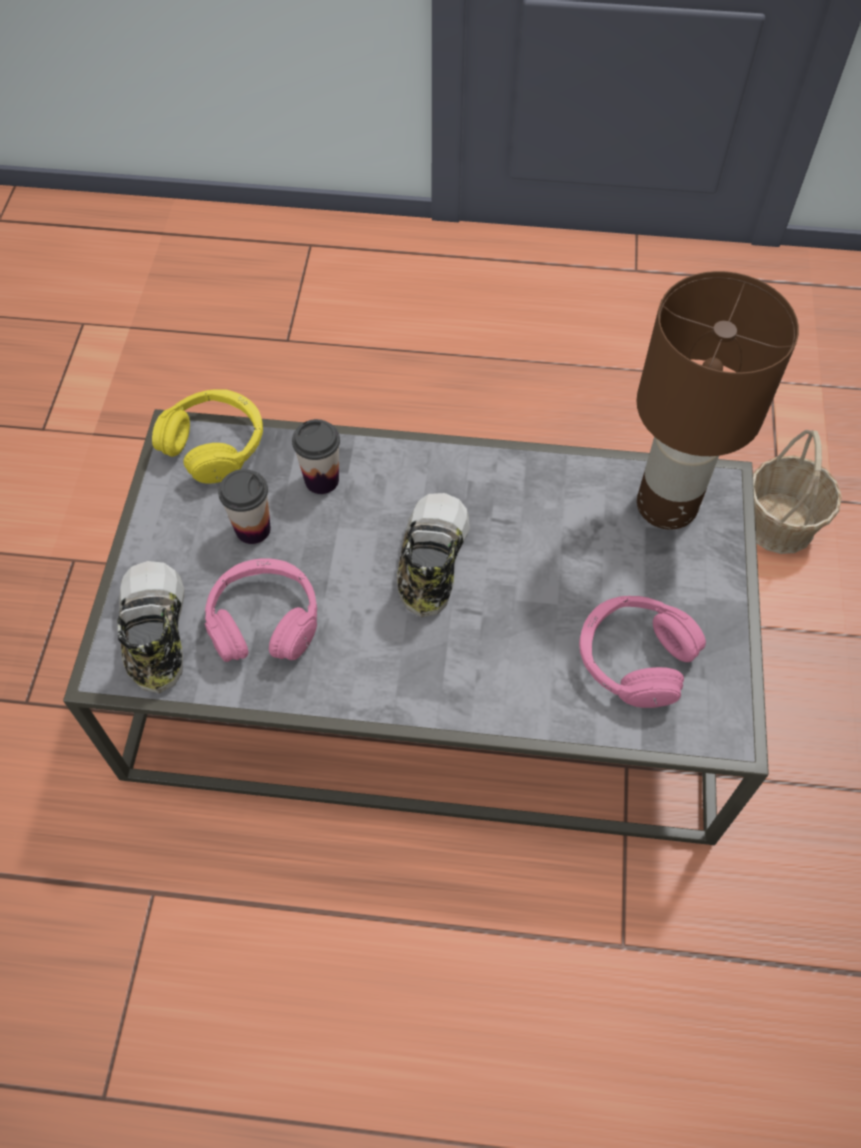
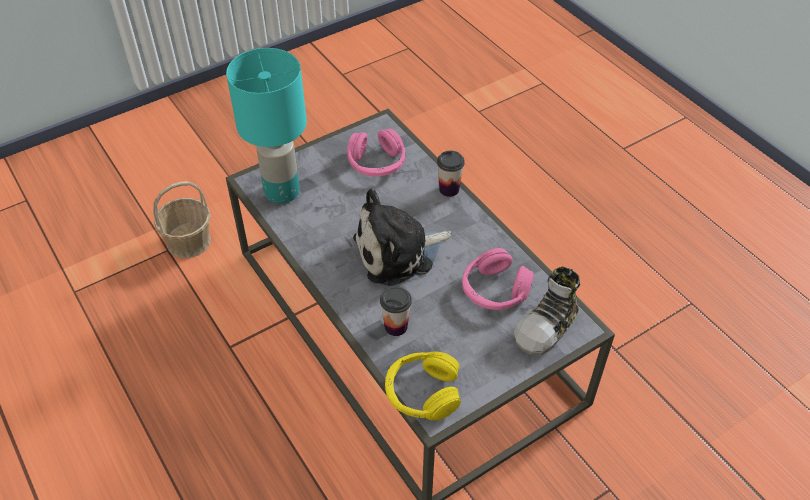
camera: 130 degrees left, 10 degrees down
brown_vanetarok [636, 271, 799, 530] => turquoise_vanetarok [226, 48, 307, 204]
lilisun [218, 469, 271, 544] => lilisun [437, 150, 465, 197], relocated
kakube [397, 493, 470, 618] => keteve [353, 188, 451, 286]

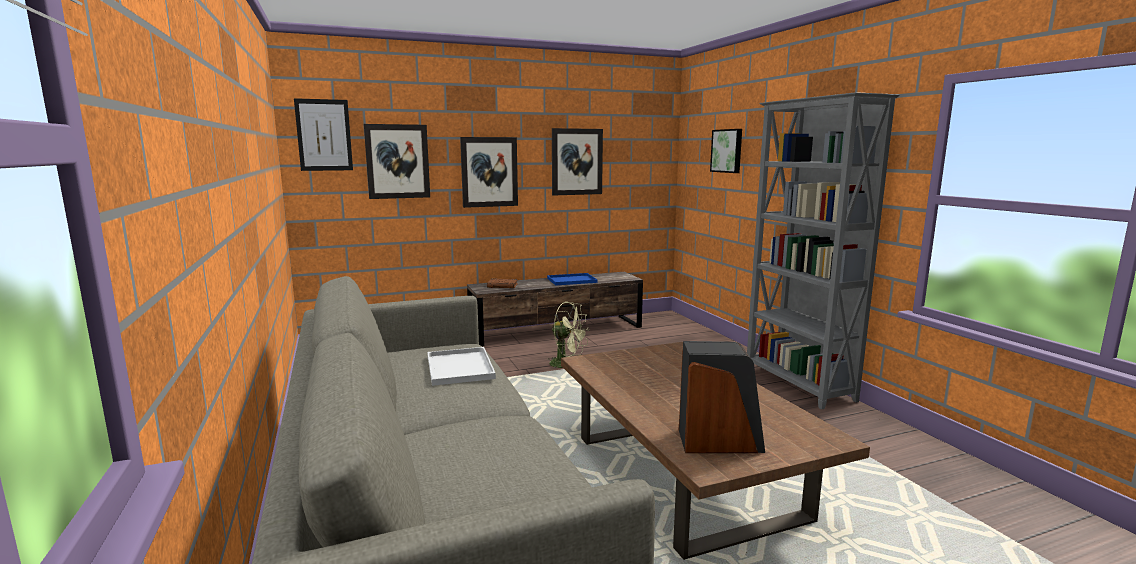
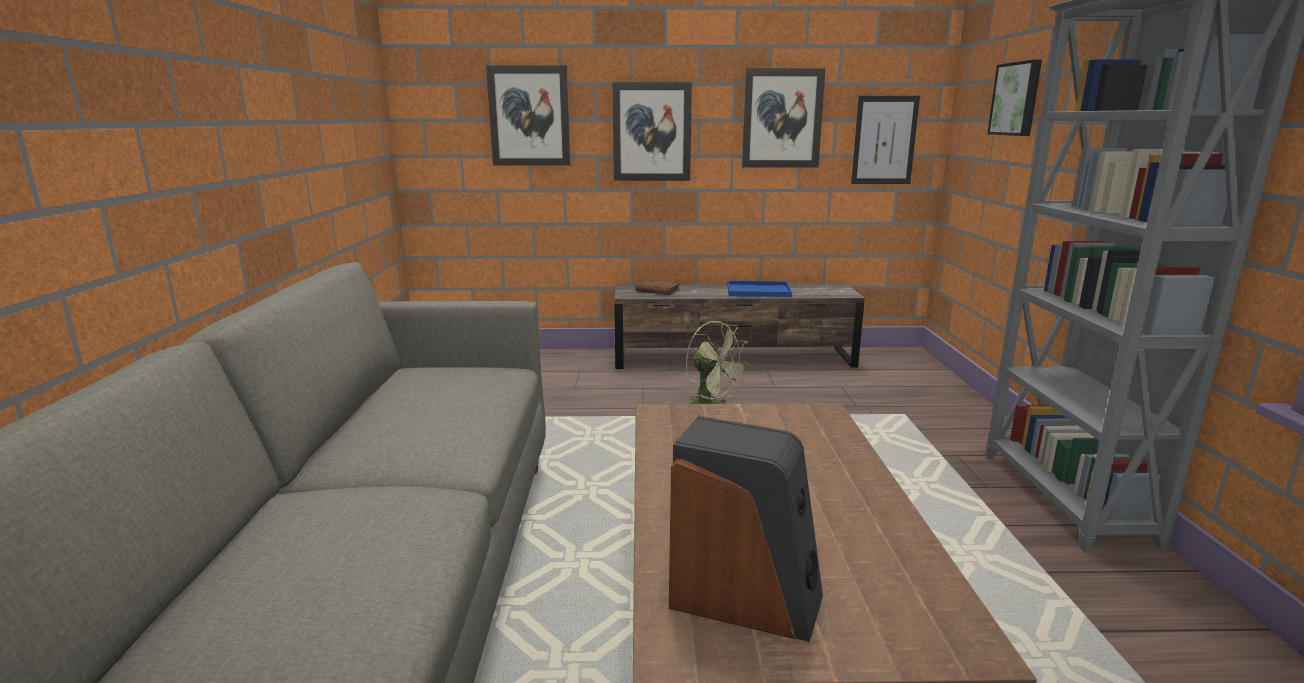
camera: 20 degrees right, 5 degrees up
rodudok [294, 98, 353, 171] => rodudok [851, 96, 920, 184], relocated
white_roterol [427, 347, 496, 386] => nothing

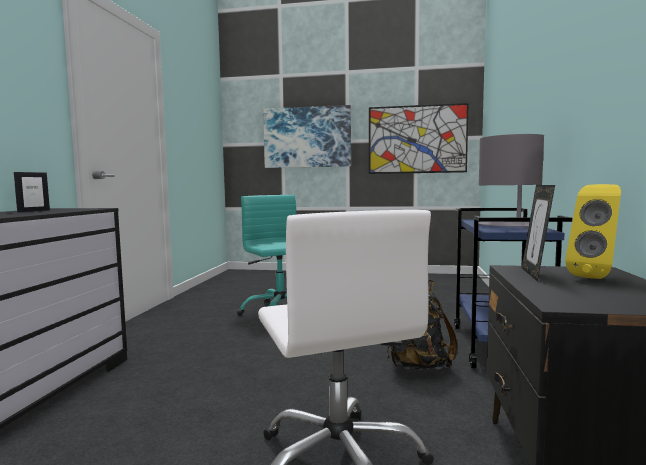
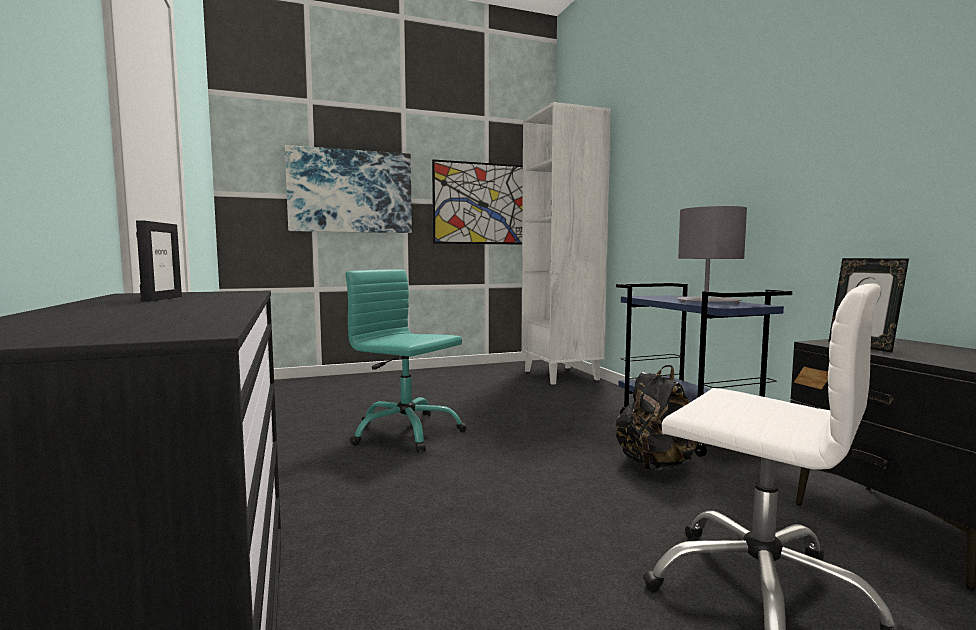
camera: 30 degrees left, 0 degrees up
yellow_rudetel [565, 184, 621, 279] => nothing
nothing => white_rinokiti [521, 102, 611, 385]

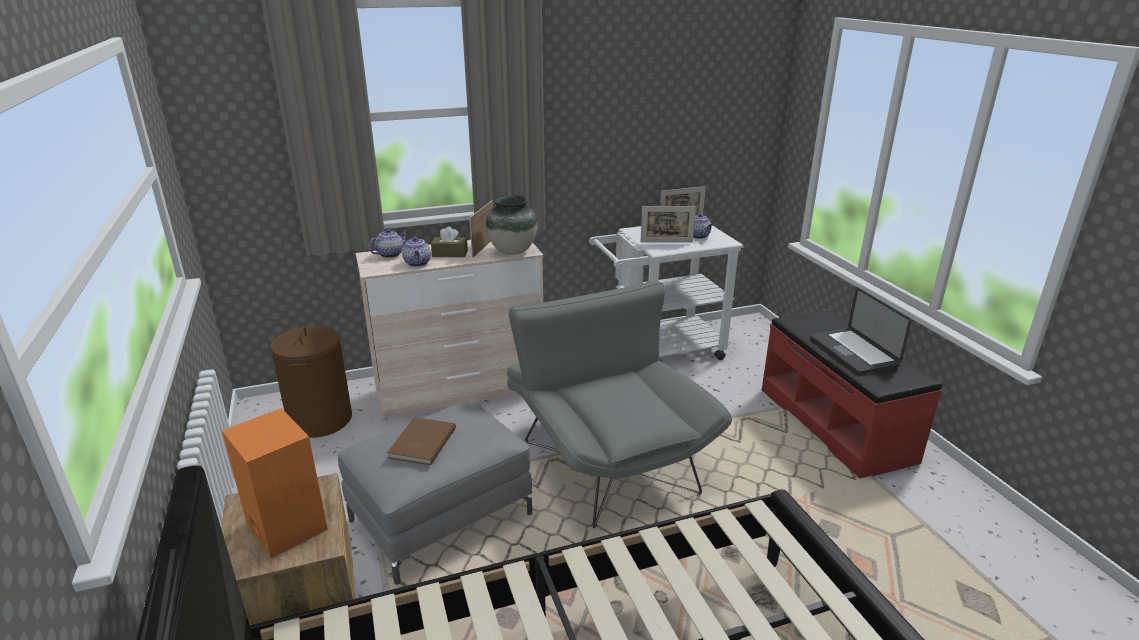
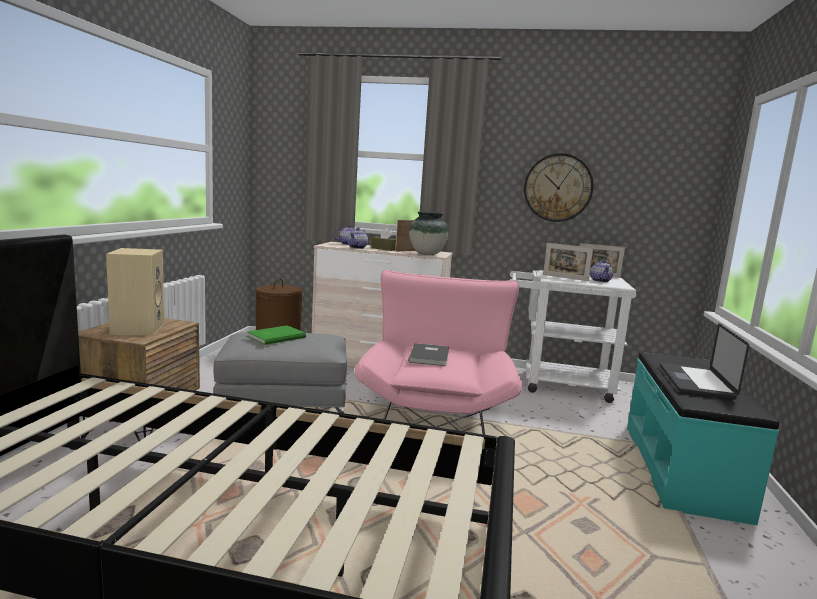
camera: 30 degrees right, 15 degrees down
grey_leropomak [507, 280, 732, 528] => pink_leropomak [354, 270, 523, 435]
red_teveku [762, 309, 942, 479] => turquoise_teveku [627, 352, 779, 525]
orange_rudetel [222, 408, 328, 558] => beige_rudetel [106, 248, 165, 335]
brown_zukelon [387, 417, 456, 465] => green_zukelon [247, 325, 306, 345]
nothing => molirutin [524, 153, 593, 222]
nothing => grey_zukelon [408, 343, 449, 366]

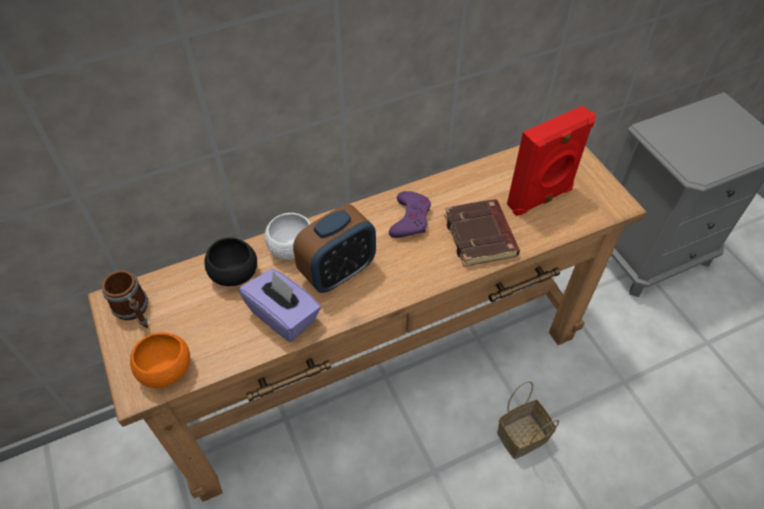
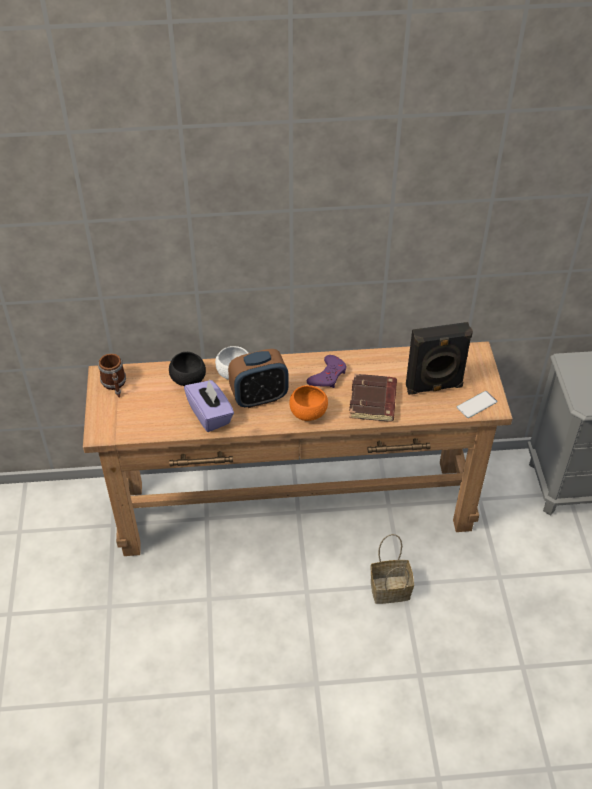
camera: 20 degrees right, 5 degrees down
red_rudetel [507, 105, 596, 216] => black_rudetel [406, 322, 473, 395]
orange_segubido [130, 332, 190, 388] => orange_segubido [289, 385, 328, 421], relocated
nothing => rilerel [457, 391, 497, 418]

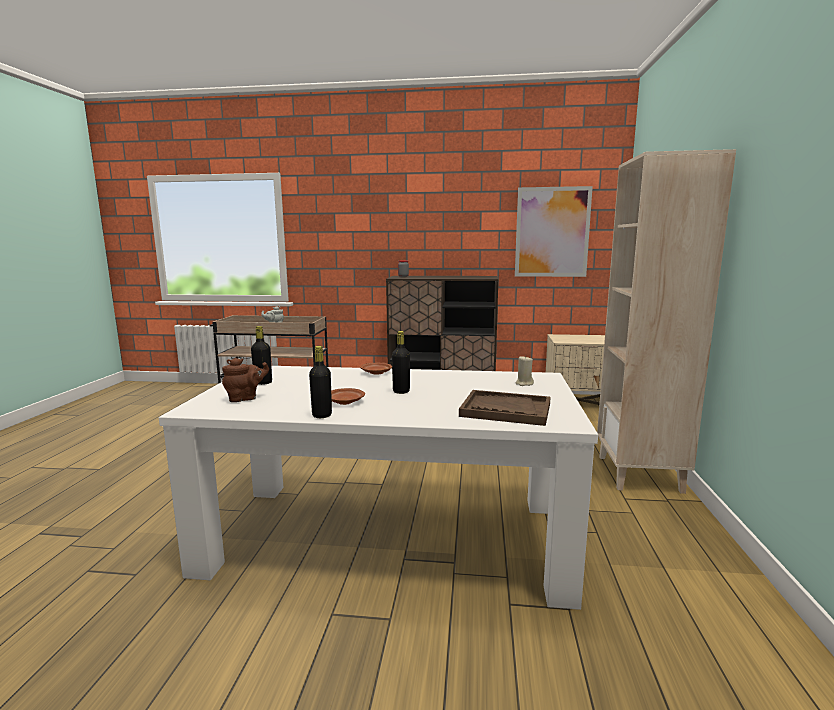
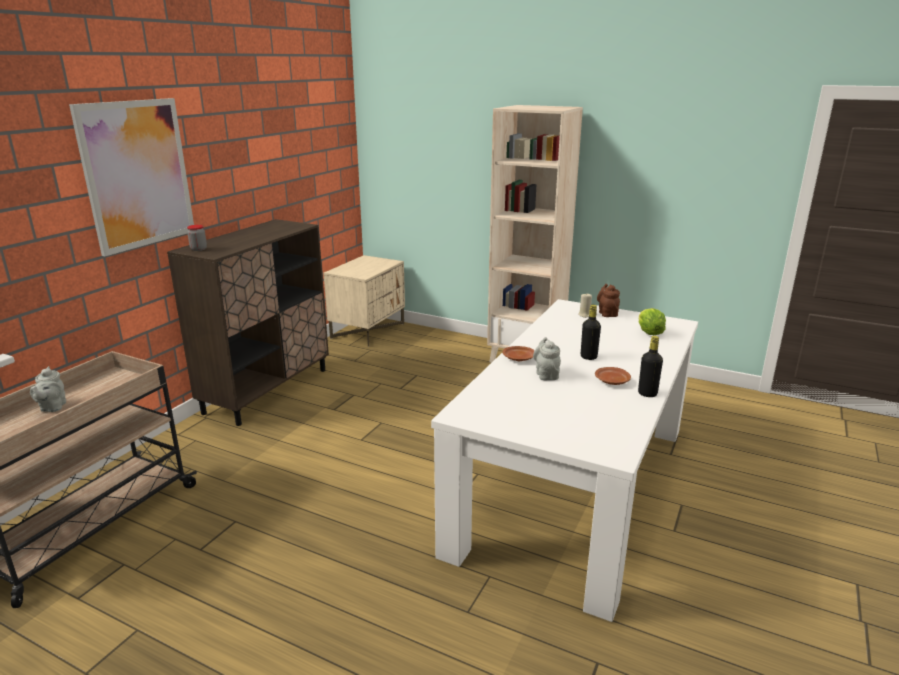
camera: 70 degrees left, 10 degrees up
rodudok [515, 186, 593, 277] => rodudok [69, 98, 194, 256], relocated
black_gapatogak [251, 326, 272, 385] => nothing
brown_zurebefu [222, 358, 269, 402] => brown_zurebefu [597, 284, 620, 317], relocated
brown_roterol [459, 390, 551, 426] => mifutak [639, 308, 666, 335]
nothing => grey_zurebefu [533, 337, 561, 380]

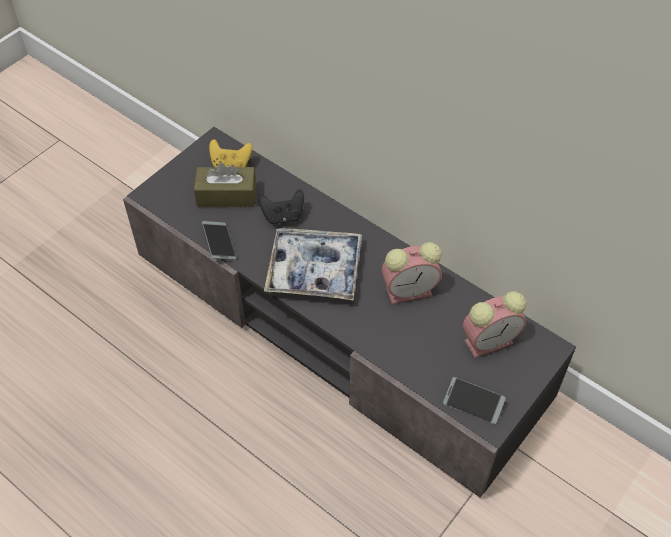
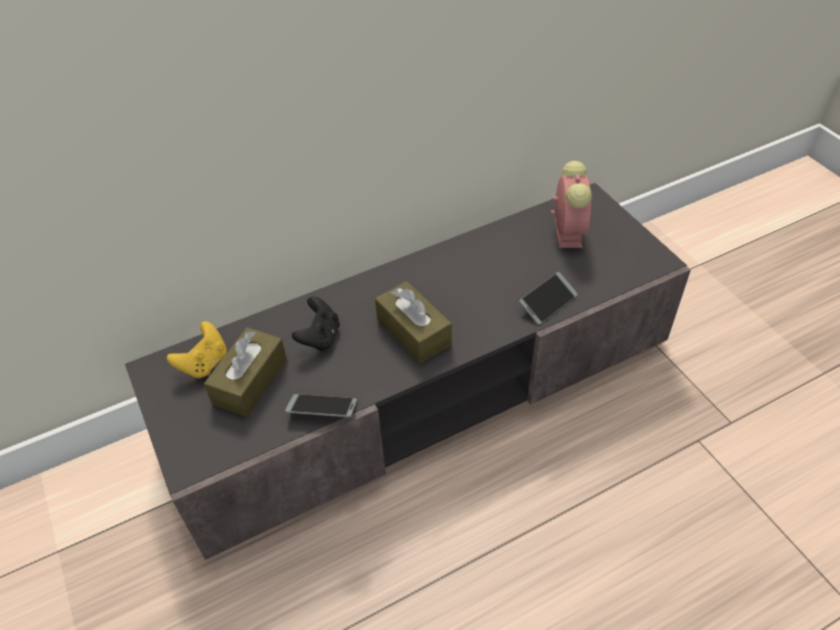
camera: 65 degrees left, 5 degrees down
roterol [264, 228, 362, 301] => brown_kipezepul [375, 281, 452, 364]
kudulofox [382, 242, 442, 304] => nothing
rilerel [443, 377, 506, 424] => rilerel [519, 272, 578, 325], relocated

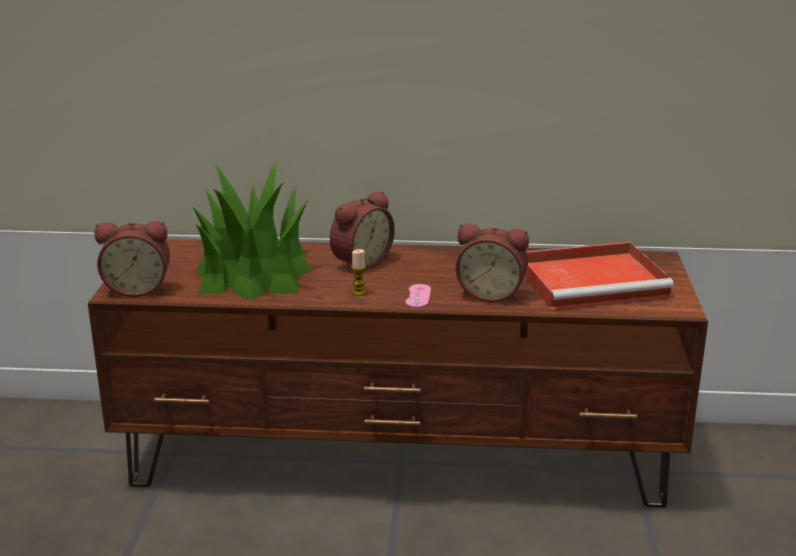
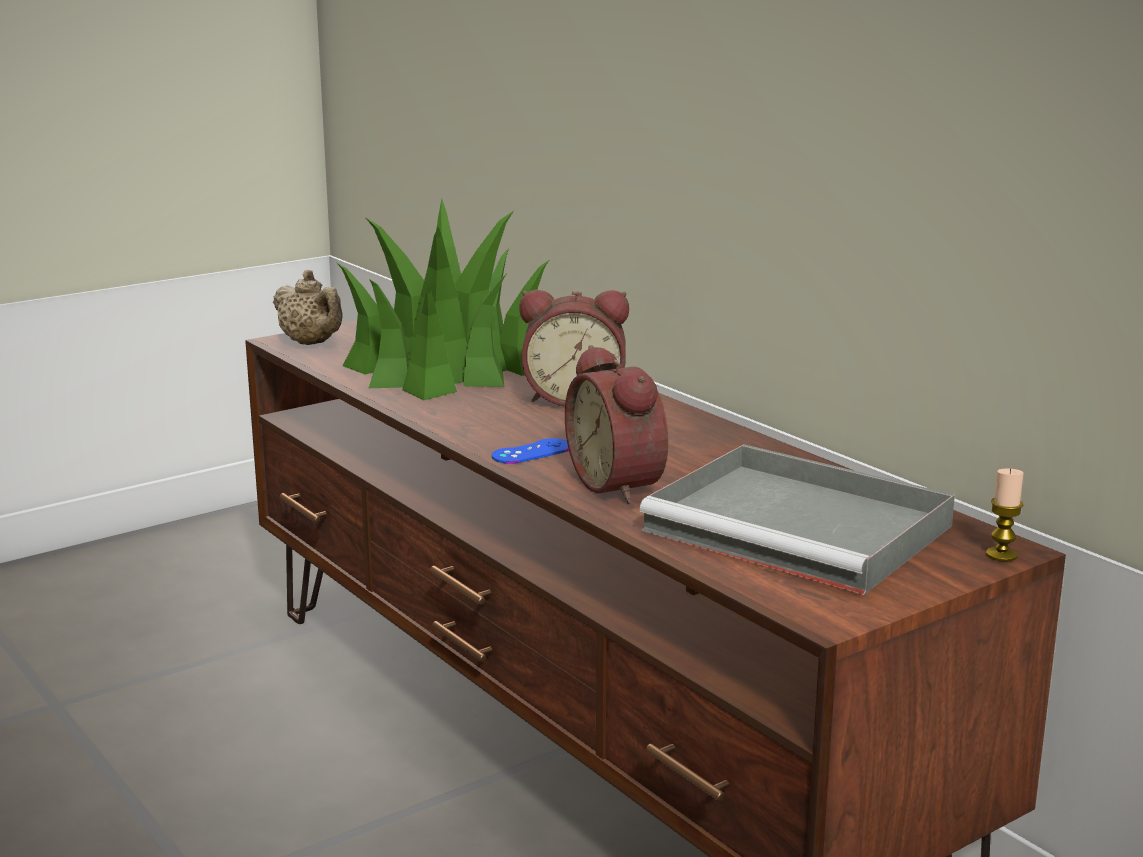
camera: 50 degrees right, 5 degrees down
kudulofox [94, 221, 170, 297] => beige_zurebefu [273, 270, 343, 345]
red_roterol [524, 242, 674, 309] => grey_roterol [639, 444, 955, 595]
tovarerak [351, 249, 367, 296] => tovarerak [986, 469, 1023, 562], relocated
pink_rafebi [406, 284, 431, 308] => blue_rafebi [492, 438, 569, 464]

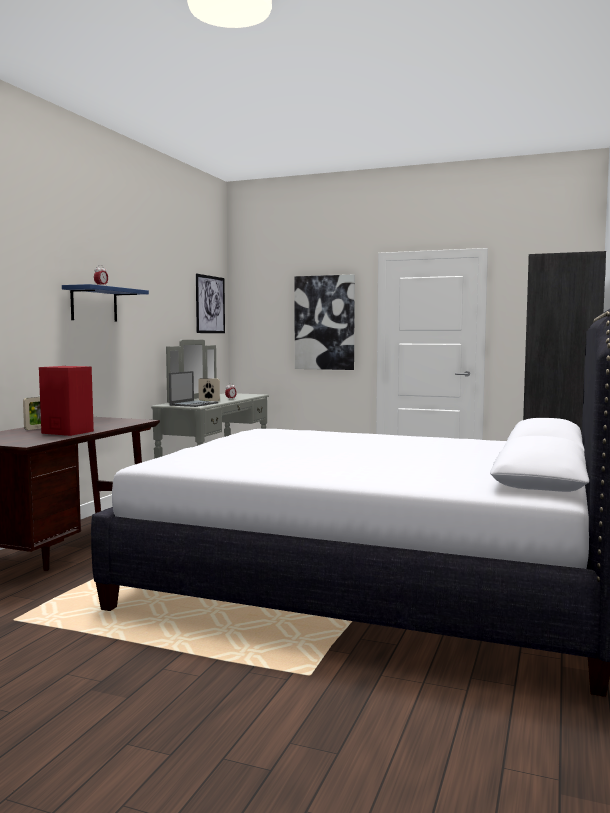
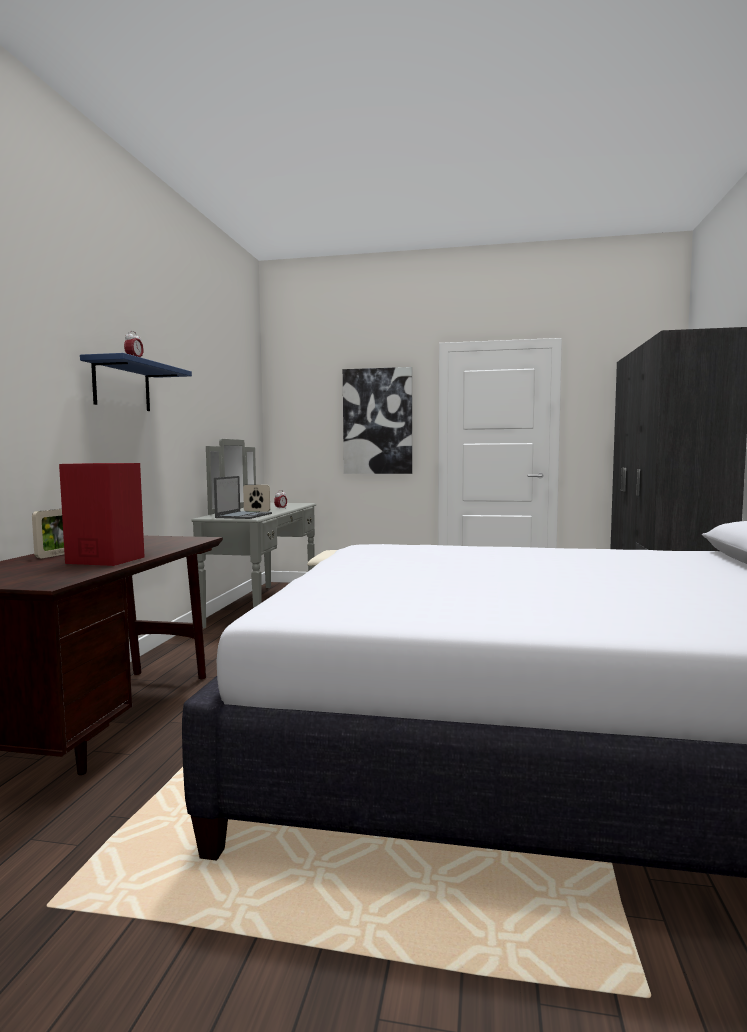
camera: 10 degrees left, 0 degrees up
rodudok [196, 274, 225, 333] => nothing

